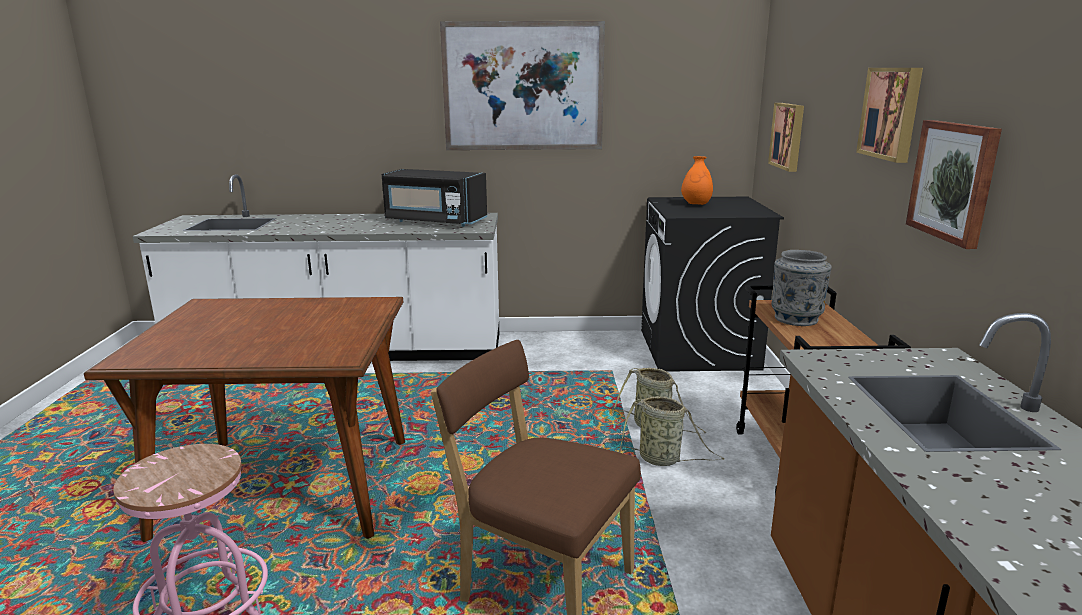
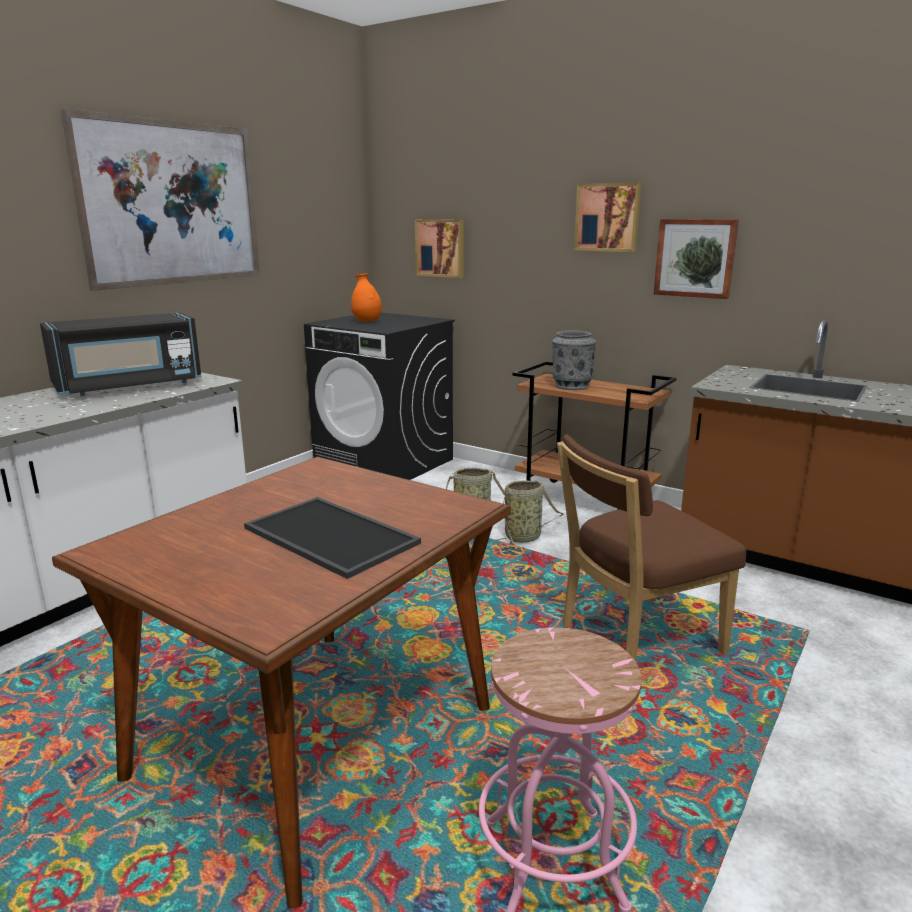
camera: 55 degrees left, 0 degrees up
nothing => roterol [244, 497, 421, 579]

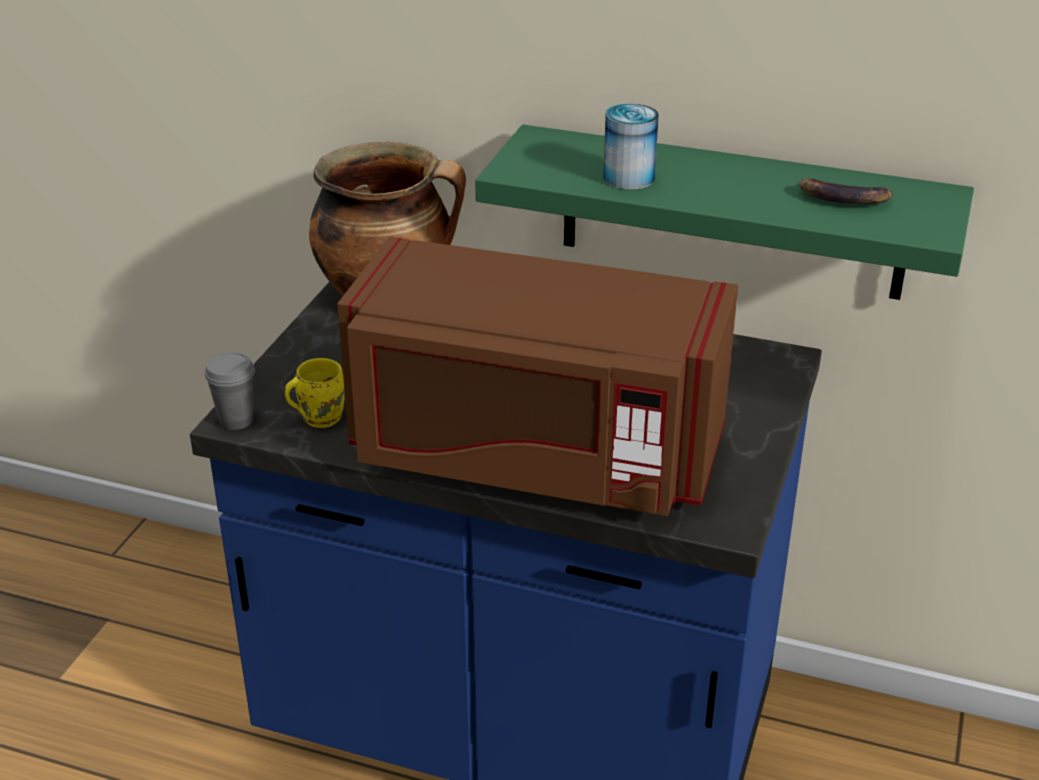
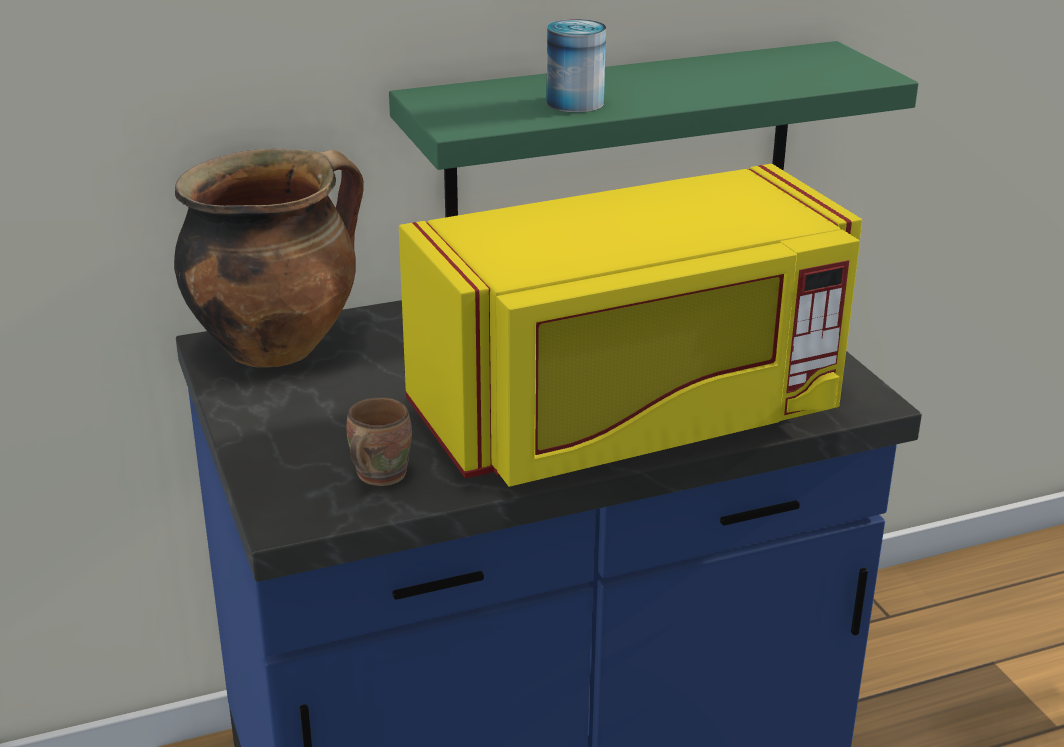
camera: 40 degrees left, 5 degrees down
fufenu [799, 177, 893, 204] => nothing
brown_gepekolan [337, 237, 738, 516] => yellow_gepekolan [399, 164, 862, 487]
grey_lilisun [205, 352, 255, 430] => nothing
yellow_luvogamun [284, 358, 345, 428] => brown_luvogamun [347, 397, 412, 486]

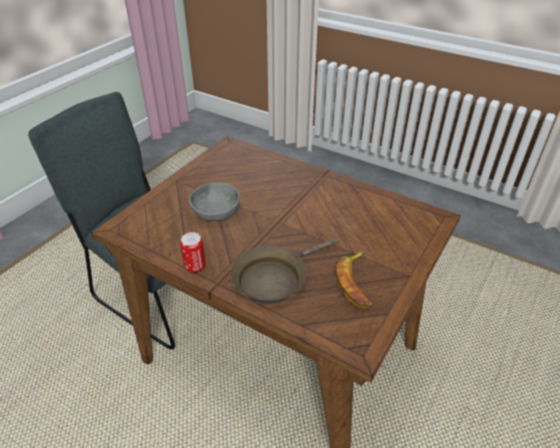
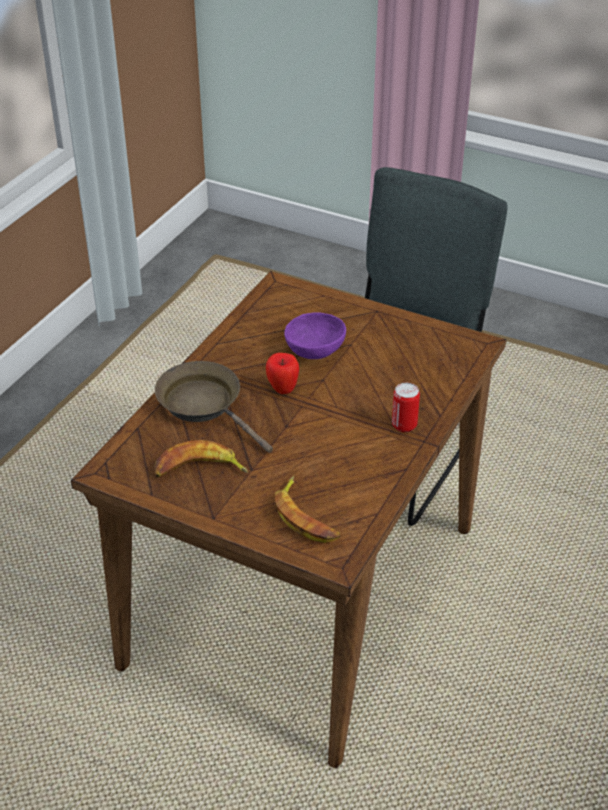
camera: 85 degrees right, 0 degrees up
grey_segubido [189, 182, 240, 221] => purple_segubido [284, 312, 346, 359]
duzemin [180, 232, 206, 273] => duzemin [392, 383, 420, 432], relocated
nothing => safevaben [266, 353, 299, 394]
nothing => fufenu [275, 476, 340, 543]

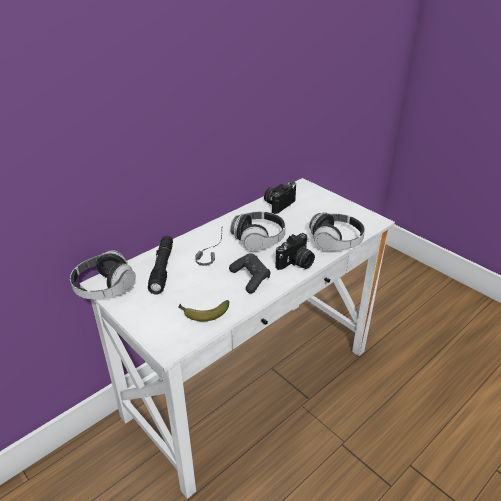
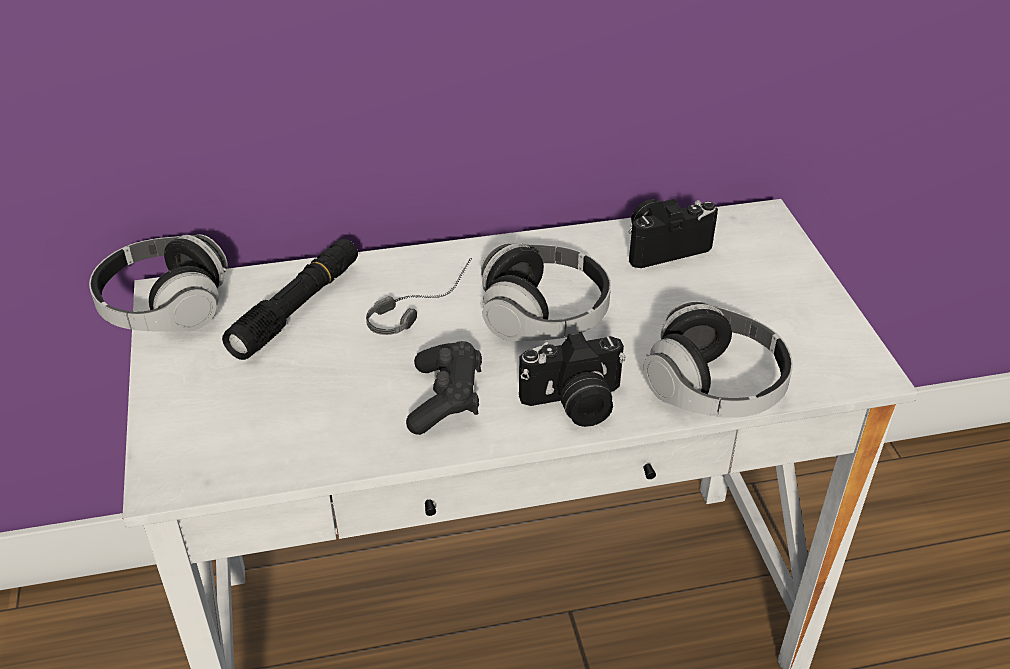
camera: 30 degrees right, 5 degrees up
fufenu [178, 300, 229, 321] => nothing

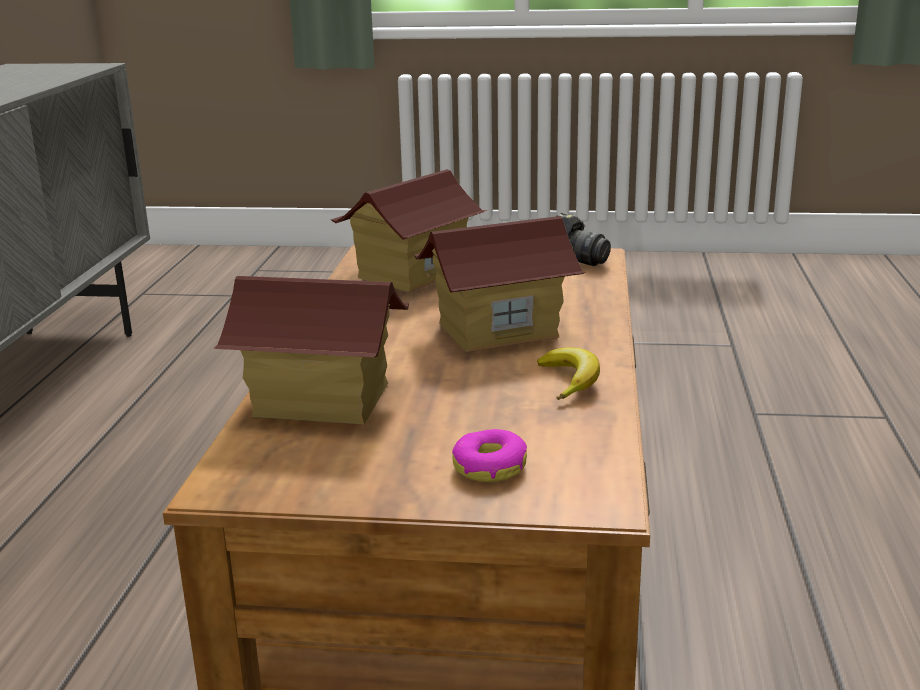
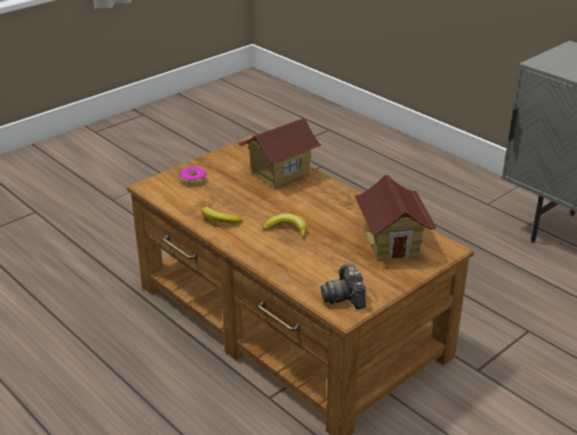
camera: 130 degrees right, 10 degrees up
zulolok [414, 216, 586, 352] => fufenu [263, 214, 307, 238]

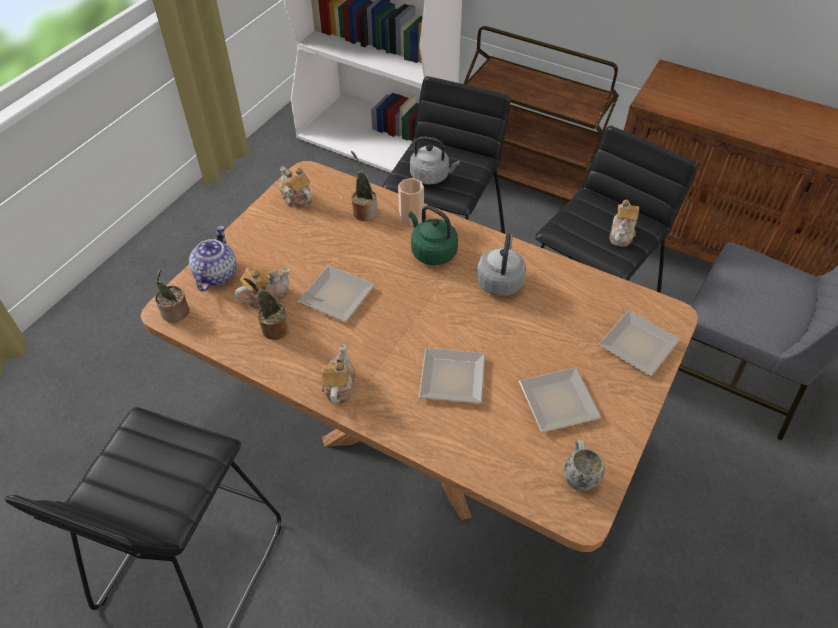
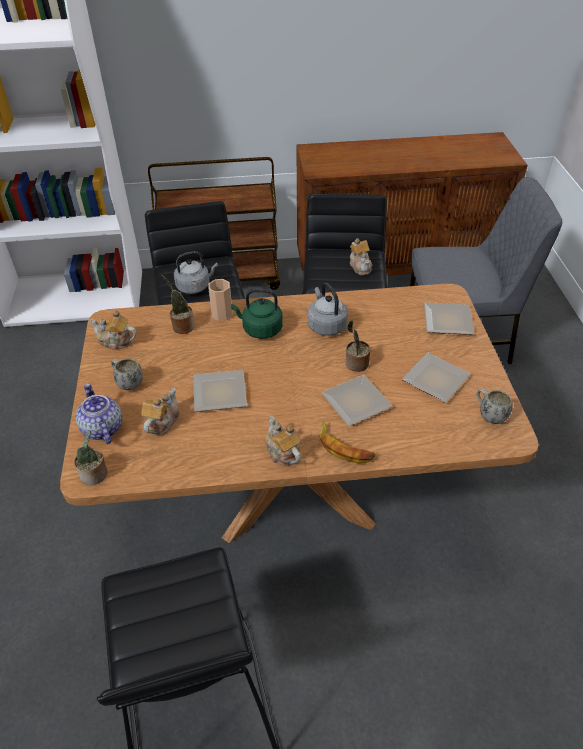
camera: 35 degrees left, 5 degrees down
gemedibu [243, 278, 290, 340] => gemedibu [346, 320, 370, 372], relocated
nothing => white_luvogamun [111, 358, 143, 390]
nothing => fufenu [319, 421, 376, 463]

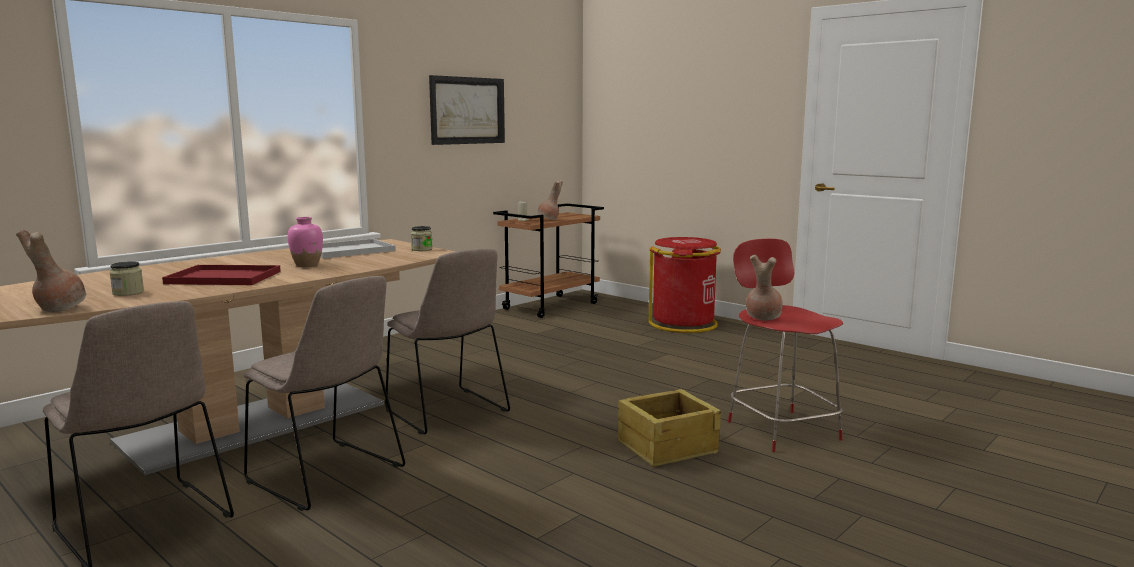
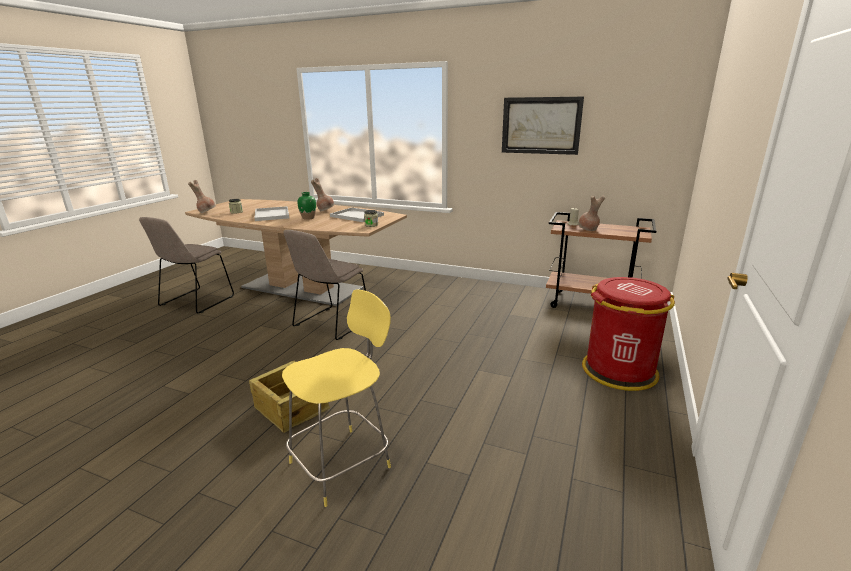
camera: 70 degrees right, 10 degrees up
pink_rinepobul [288, 217, 323, 267] => green_rinepobul [297, 192, 316, 220]
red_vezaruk [728, 239, 843, 452] => yellow_vezaruk [282, 289, 391, 507]
brown_rinepobul [746, 255, 783, 321] => brown_rinepobul [311, 178, 335, 211], relocated
red_roterol [162, 265, 281, 285] => white_roterol [254, 206, 289, 221]
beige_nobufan [244, 276, 405, 511] => nothing

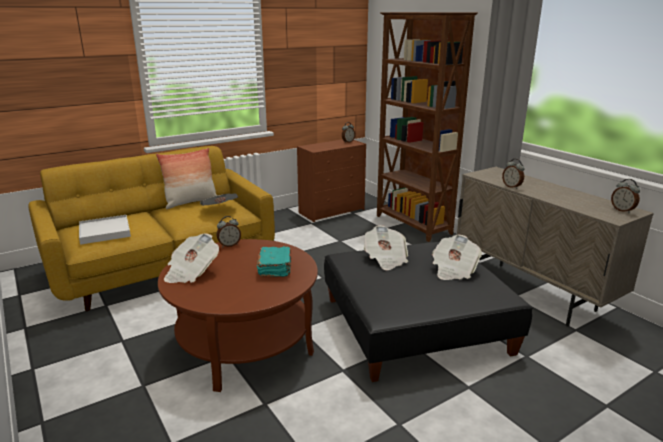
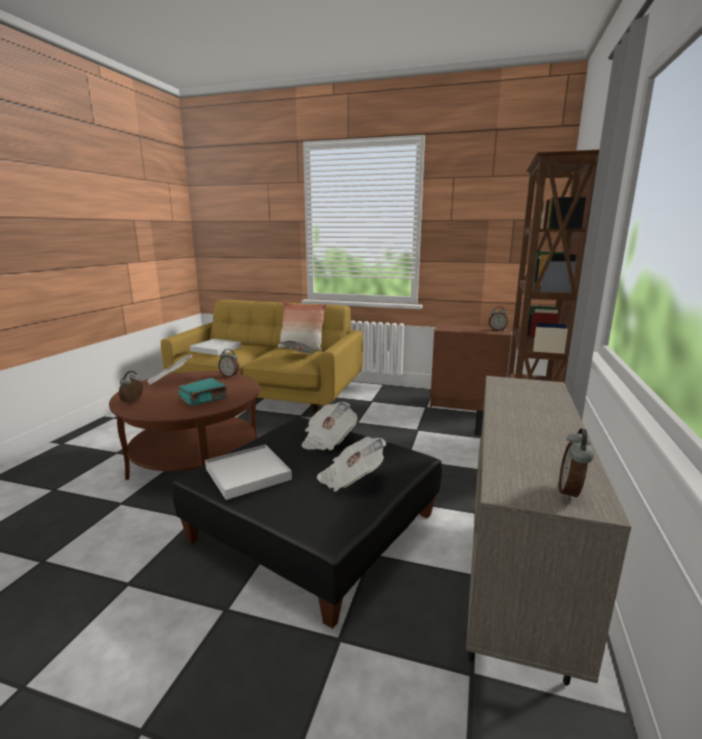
camera: 50 degrees right, 5 degrees down
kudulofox [502, 159, 525, 189] => kudulofox [119, 371, 143, 405], relocated
nothing => white_roterol [205, 444, 292, 500]

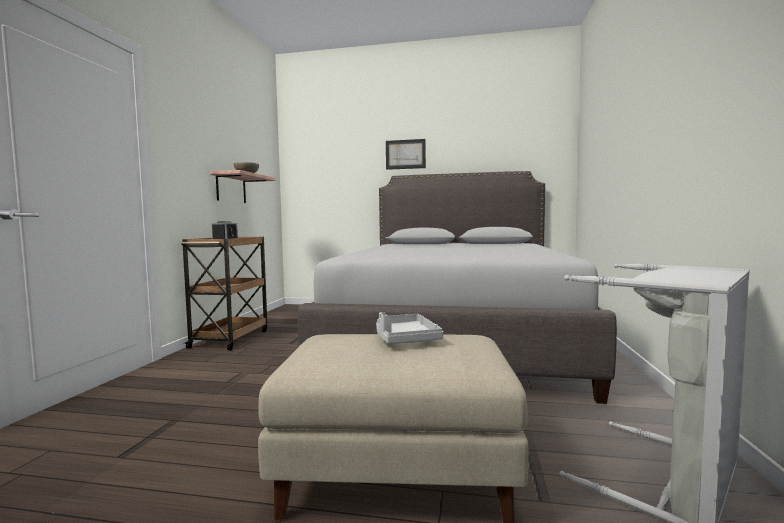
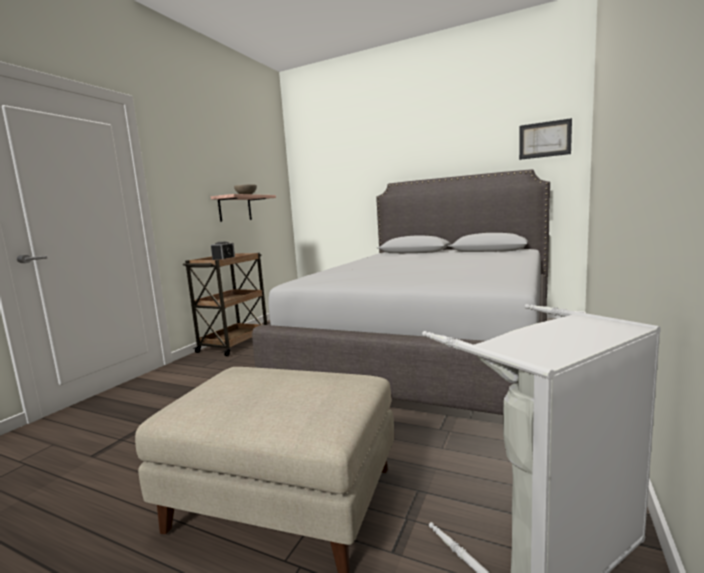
camera: 15 degrees right, 5 degrees up
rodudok [386, 139, 426, 170] => rodudok [519, 118, 572, 160], relocated
grey_roterol [376, 312, 443, 344] => nothing

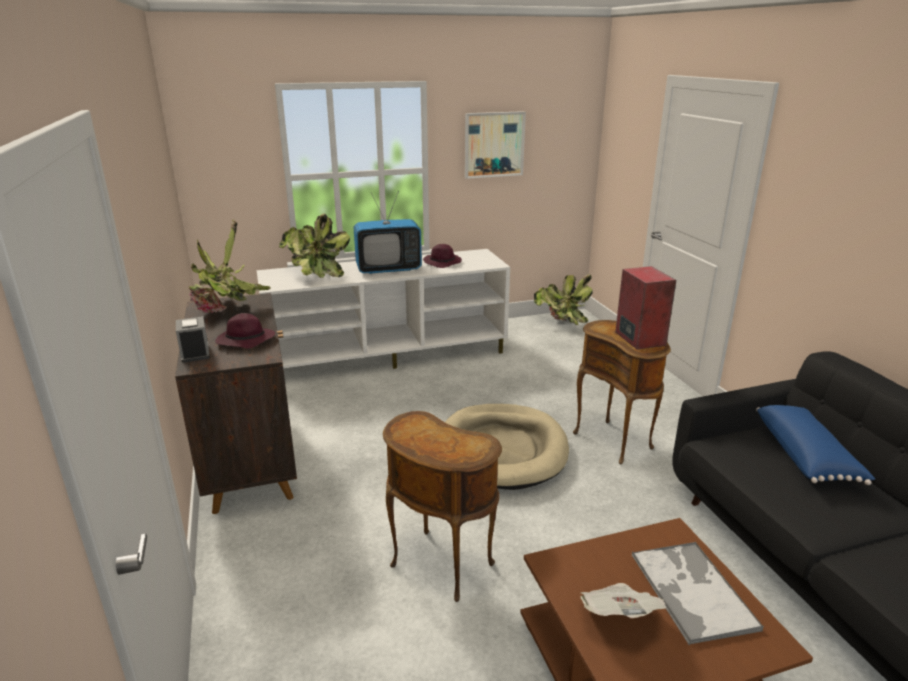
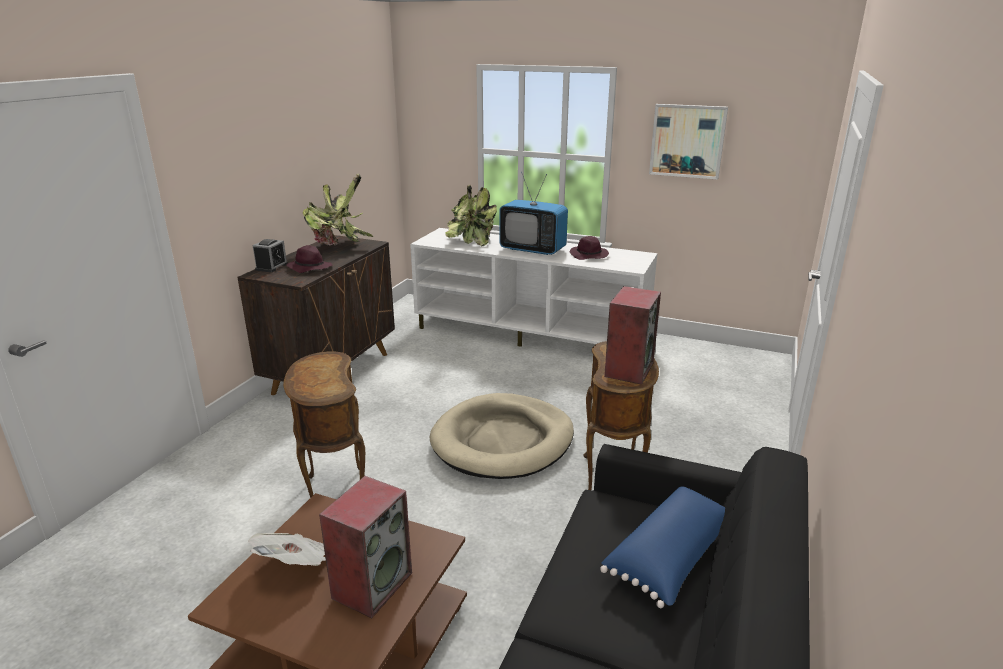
camera: 40 degrees right, 0 degrees up
gemedibu [534, 274, 593, 325] => nothing
roterol [632, 542, 763, 646] => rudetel [319, 476, 412, 618]

